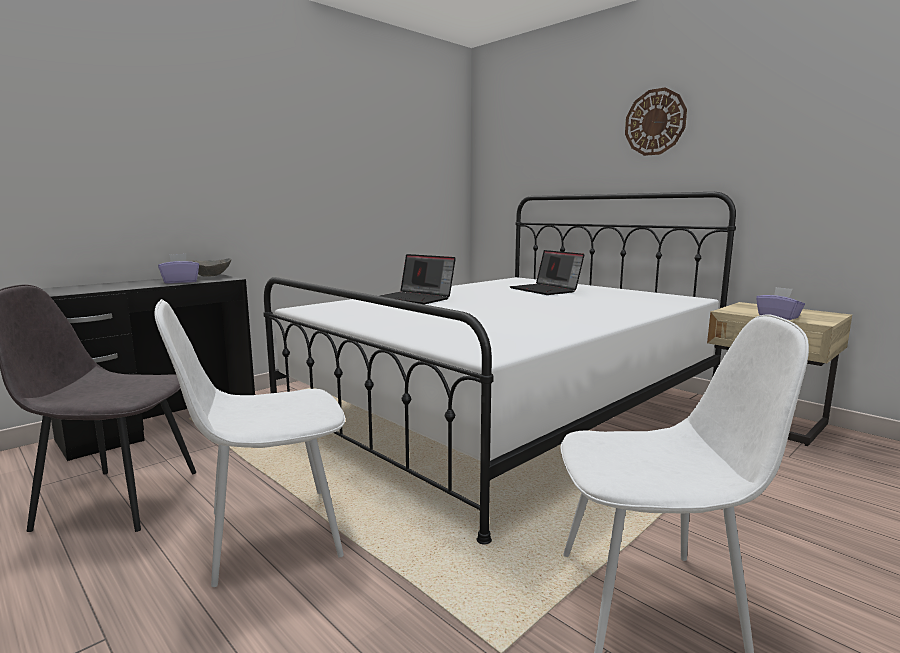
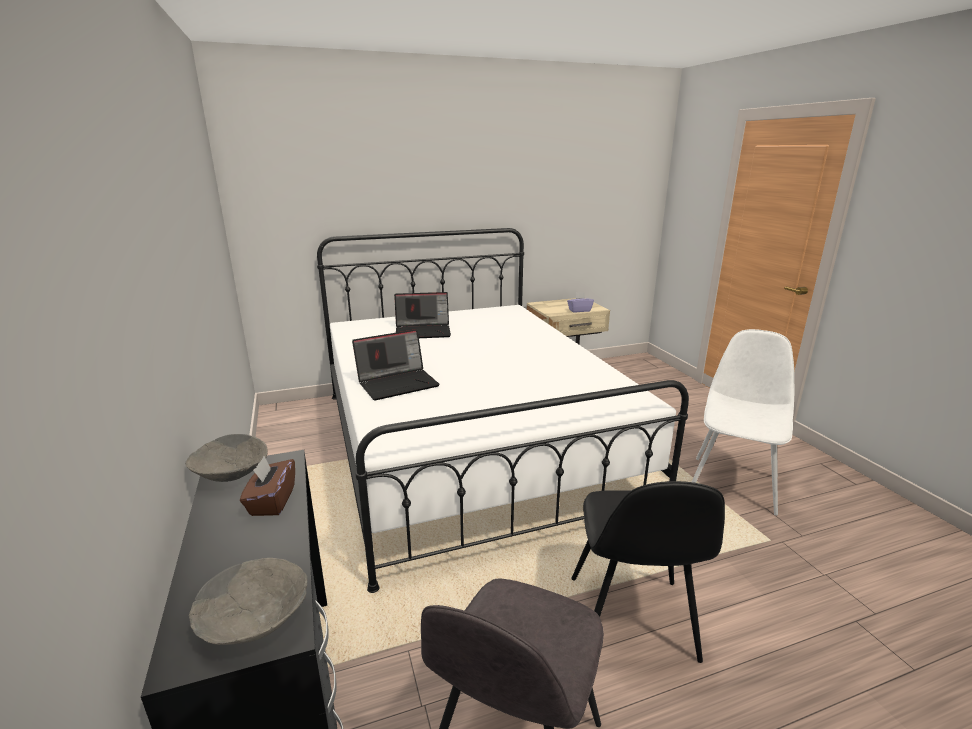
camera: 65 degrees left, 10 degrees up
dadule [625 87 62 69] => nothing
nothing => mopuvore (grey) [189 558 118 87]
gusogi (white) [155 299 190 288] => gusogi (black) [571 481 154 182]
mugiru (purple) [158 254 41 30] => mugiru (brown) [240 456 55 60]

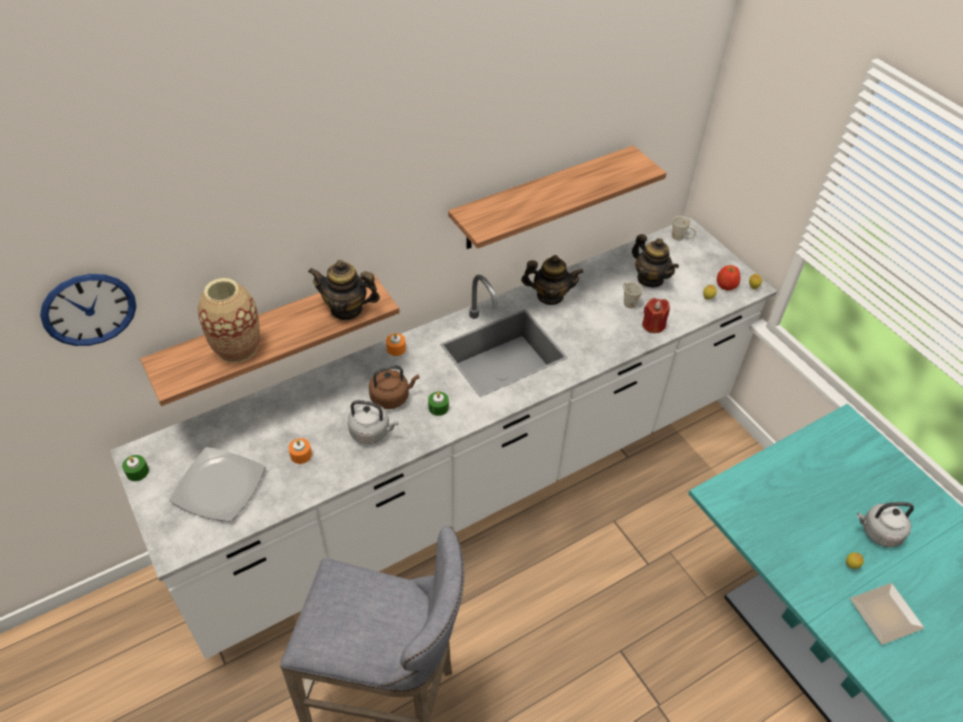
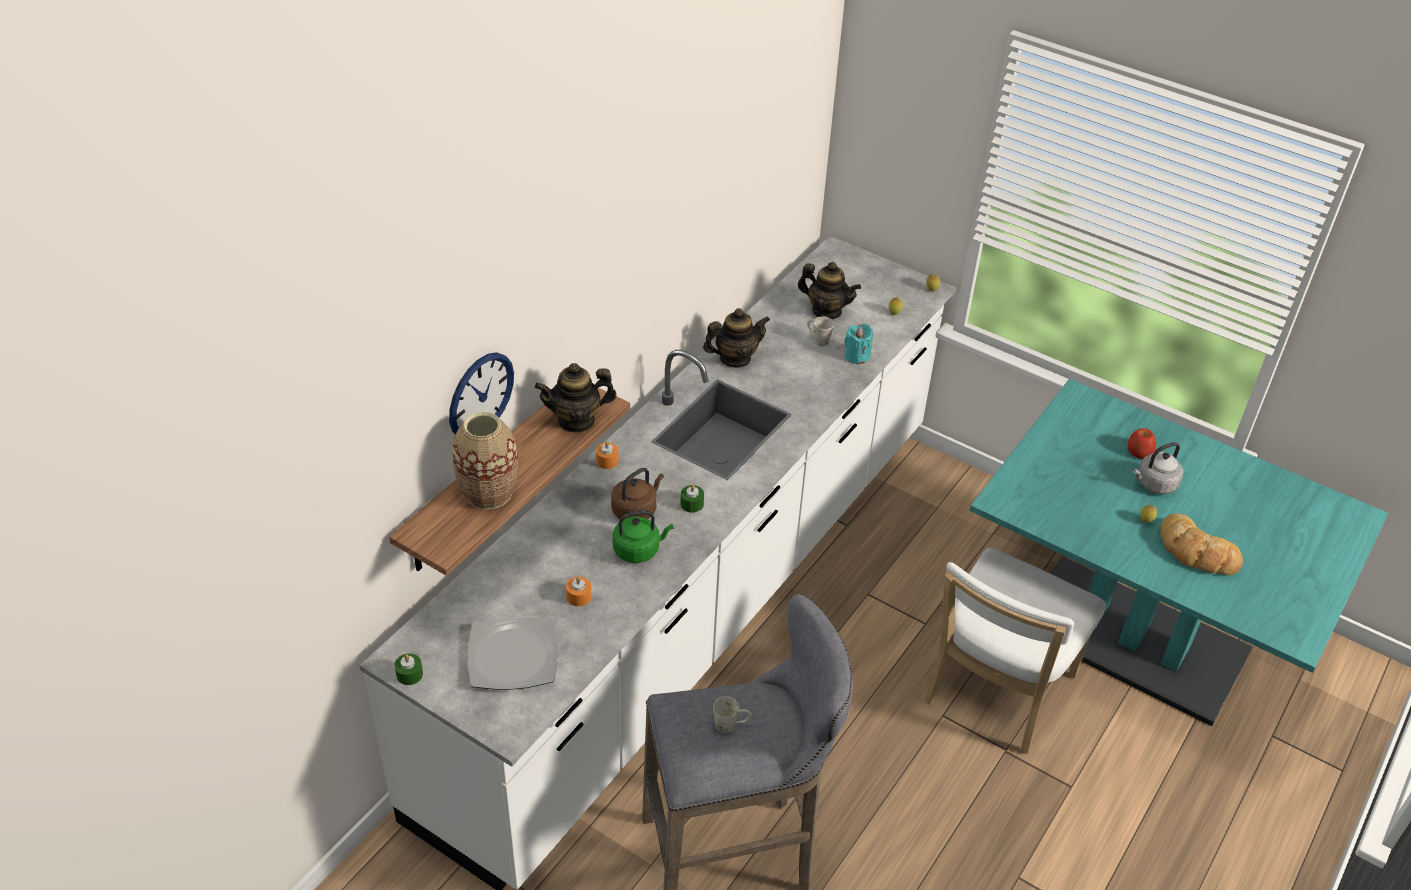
camera: 25 degrees left, 5 degrees down
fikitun [448 145 219 104] => nothing
nothing => gusogi (white) [925 547 181 207]
dadule [40 274 96 72] => dadule [449 352 65 82], move
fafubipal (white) [672 216 25 25] => fafubipal (white) [713 696 39 37], move
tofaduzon [717 265 24 26] => tofaduzon [1128 428 28 31], move
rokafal [850 583 75 62] => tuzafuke [1160 513 83 63]
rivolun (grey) [348 400 51 44] => rivolun (green) [613 510 60 53]
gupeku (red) [642 298 28 35] => gupeku (turquoise) [845 324 28 41]

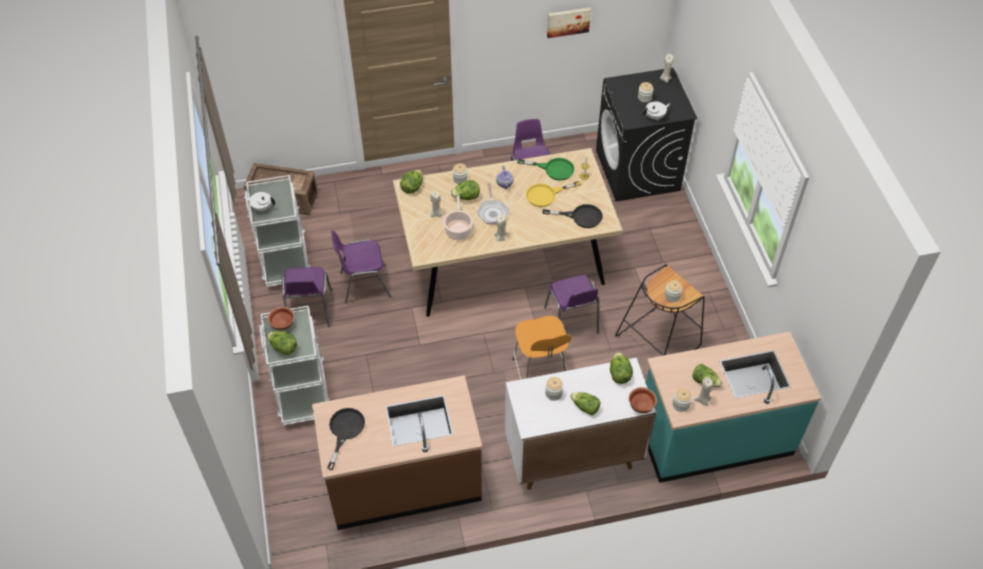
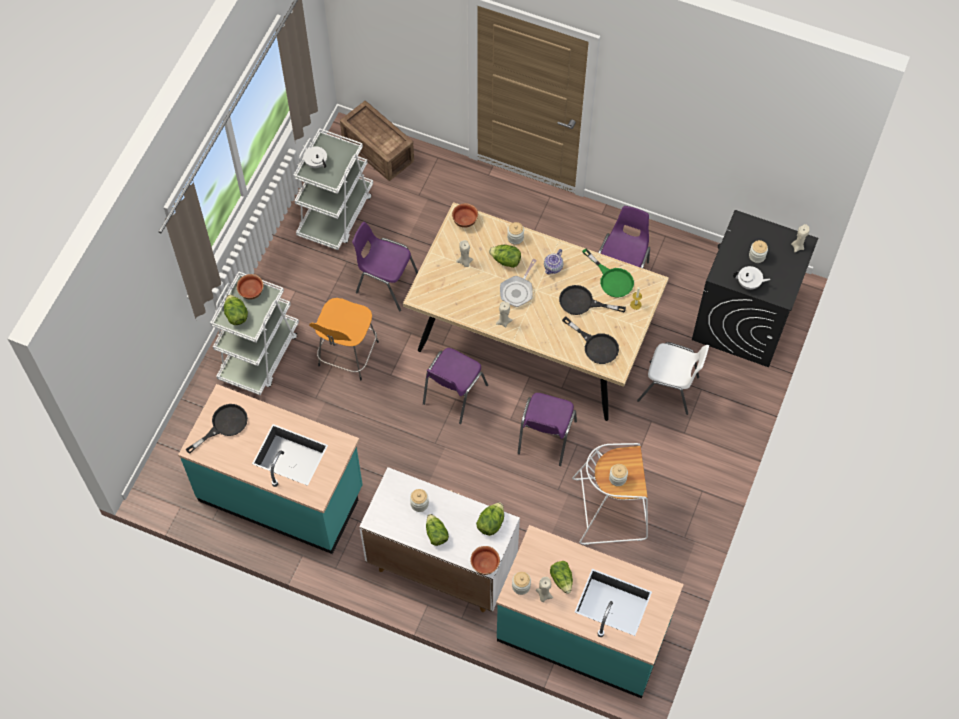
camera: 35 degrees right, 10 degrees up
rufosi [443 196 30 44] => nothing
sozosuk [547 8 44 30] => nothing
nothing => gusogi (white) [637 342 72 73]
gusogi (purple) [282 267 50 61] => gusogi (purple) [423 348 65 76], move
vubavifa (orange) [512 316 59 64] => vubavifa (orange) [309 298 70 82], move
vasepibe [400 170 22 24] => mopuvore [452 203 26 25]
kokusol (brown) [312 375 170 155] => kokusol (turquoise) [178 384 185 170]
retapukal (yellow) [526 181 56 26] => retapukal (black) [559 285 67 30]
vubavifa (black) [615 264 90 92] => vubavifa (white) [572 443 76 102]

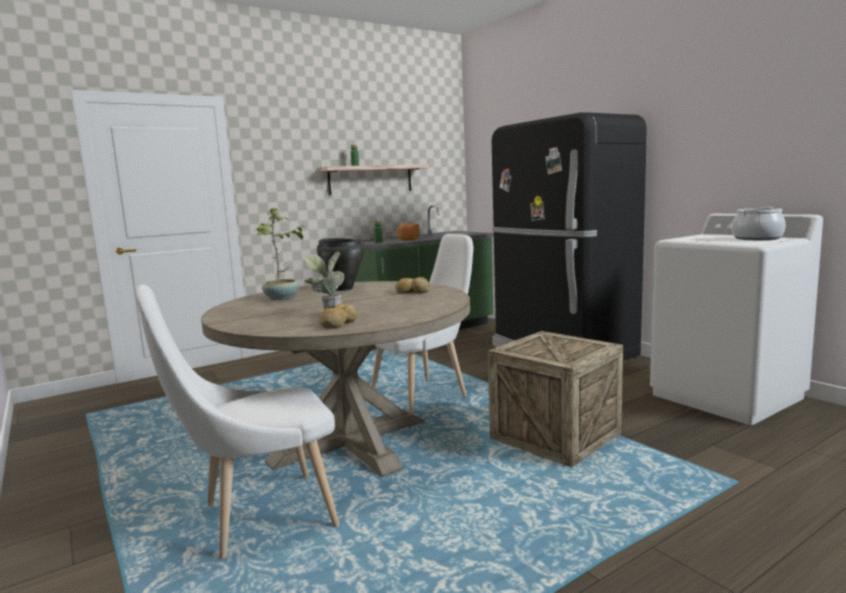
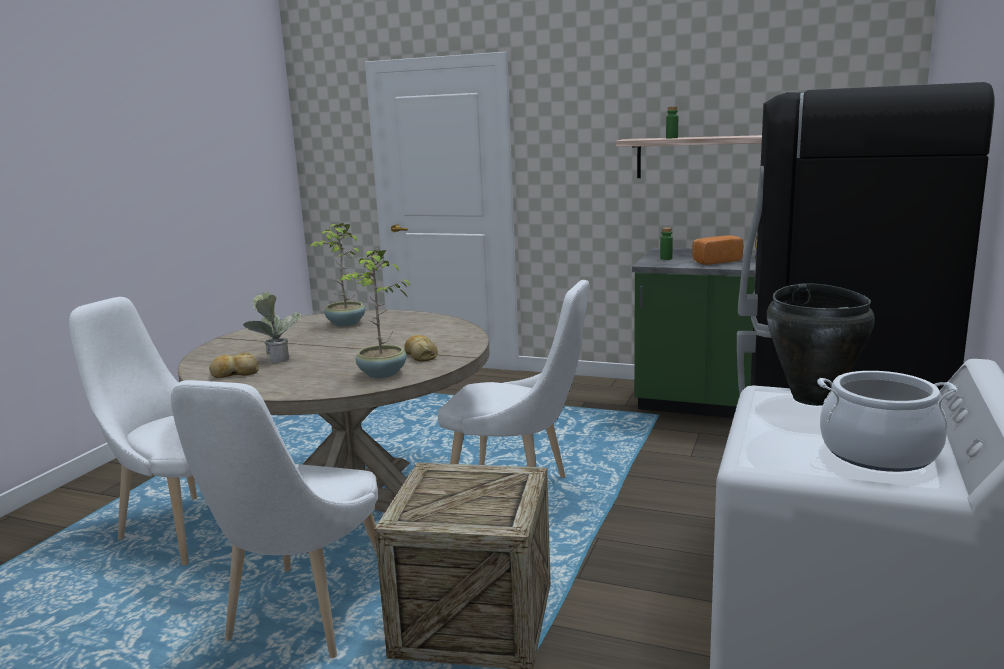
camera: 55 degrees right, 5 degrees up
nothing => gusogi (white) [171 380 207 278]
nothing => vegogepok [338 248 72 130]
rufosi (black) [317 238 47 53] => rufosi (black) [766 283 109 123], move

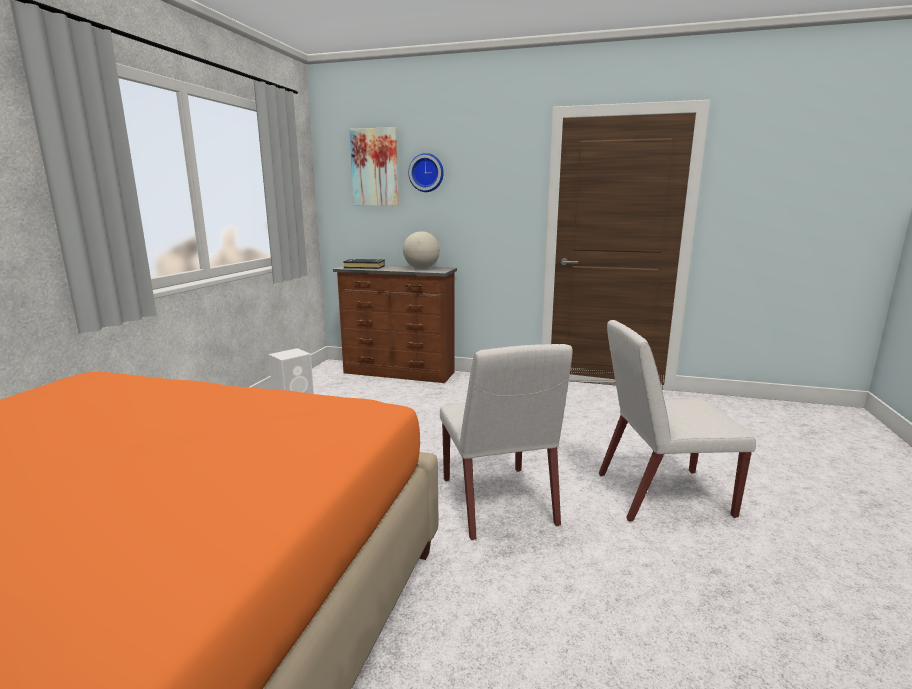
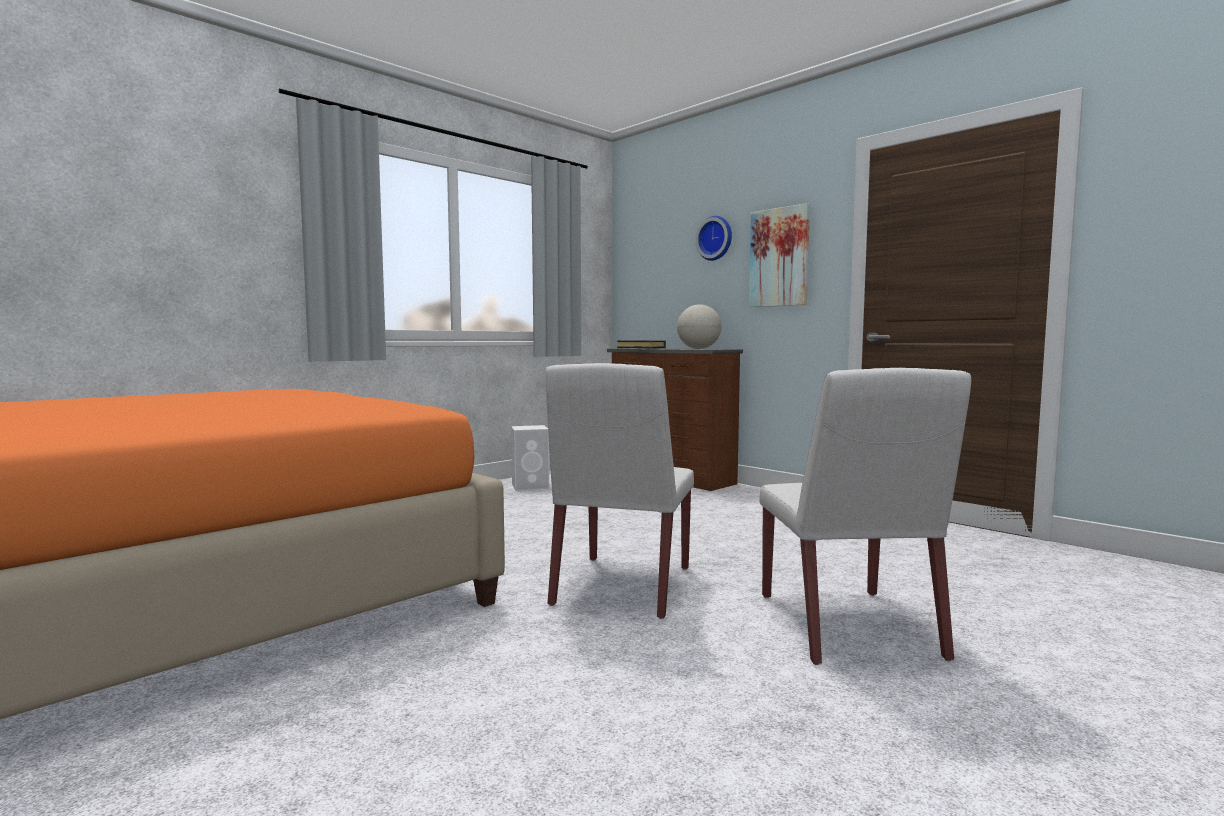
camera: 30 degrees right, 10 degrees down
sozosuk [350 127 49 79] => sozosuk [749 203 61 104], move
gusogi (white) [599 320 157 202] => gusogi (white) [759 368 212 297], 120 degrees counterclockwise

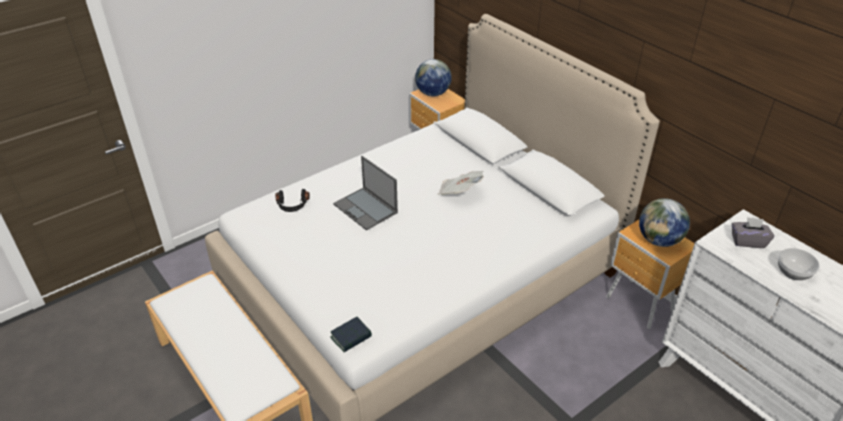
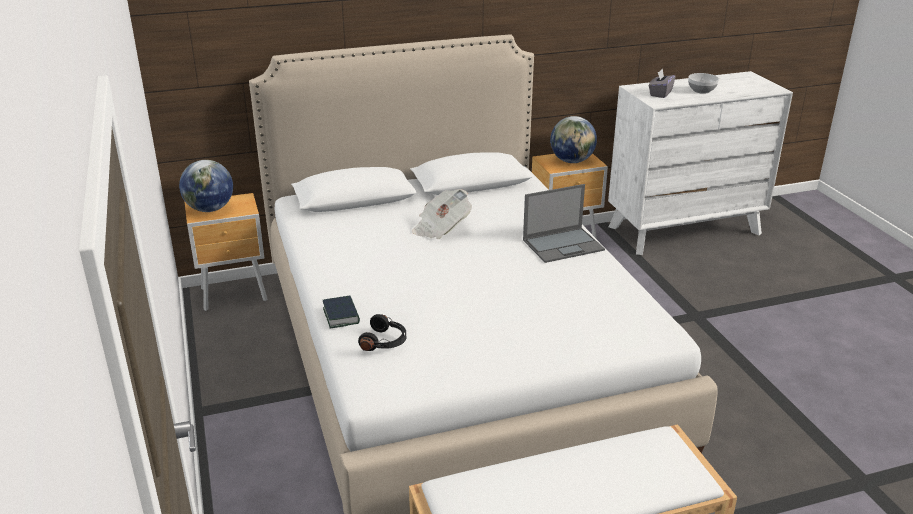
camera: 70 degrees left, 10 degrees down
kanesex [330 317 42 35] => kanesex [323 296 37 32], move
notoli [333 156 65 75] => notoli [523 184 82 79], move

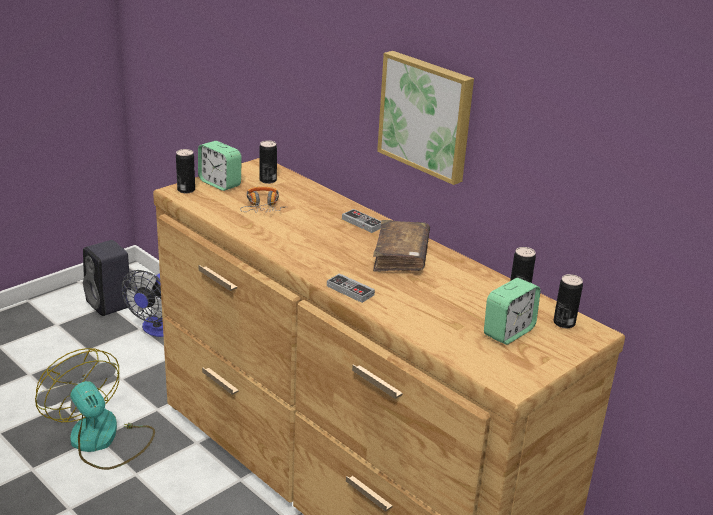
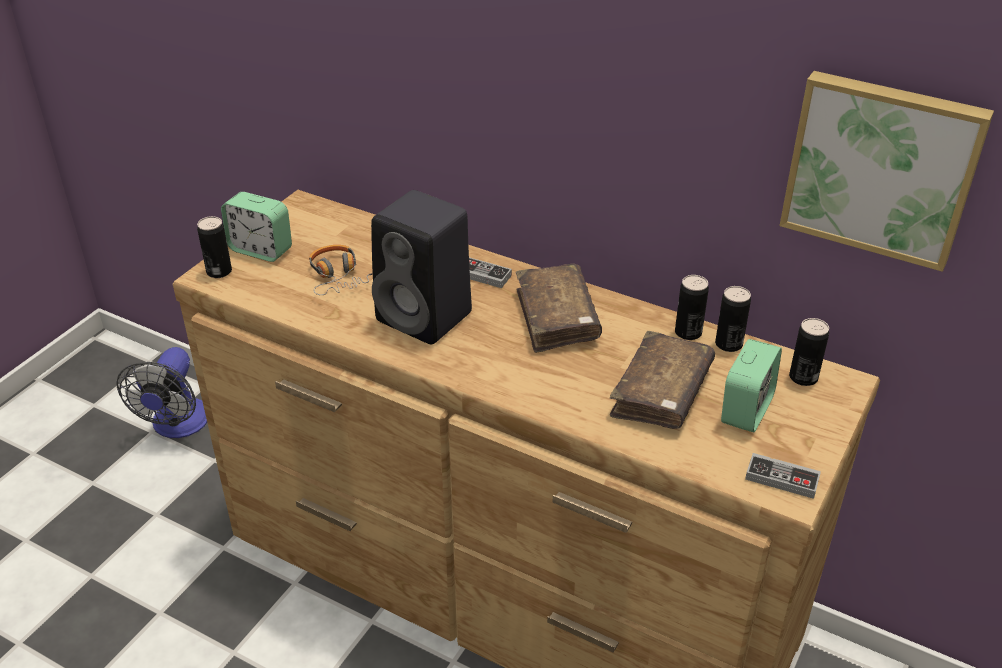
camera: 15 degrees left, 10 degrees up
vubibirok [35 348 120 122] => nothing
nothing => kanesex (brown) [610 331 105 98]
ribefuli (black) [83 240 48 76] => ribefuli (black) [371 190 101 155], move
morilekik [260 140 17 44] => morilekik [675 275 34 65], move
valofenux [327 273 48 30] => valofenux [745 453 76 46], move
sozosuk [377 51 97 134] => sozosuk [779 71 215 201], move

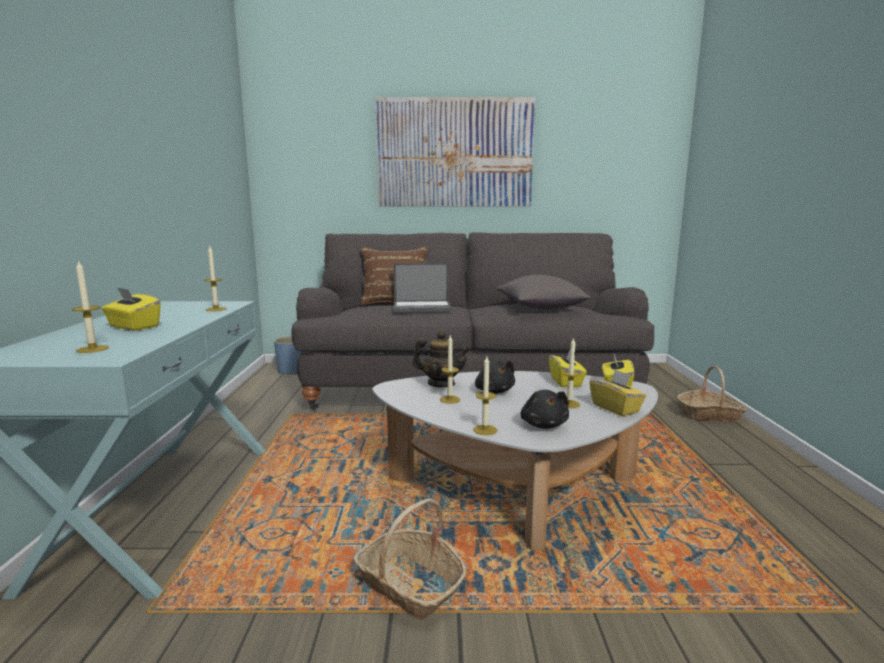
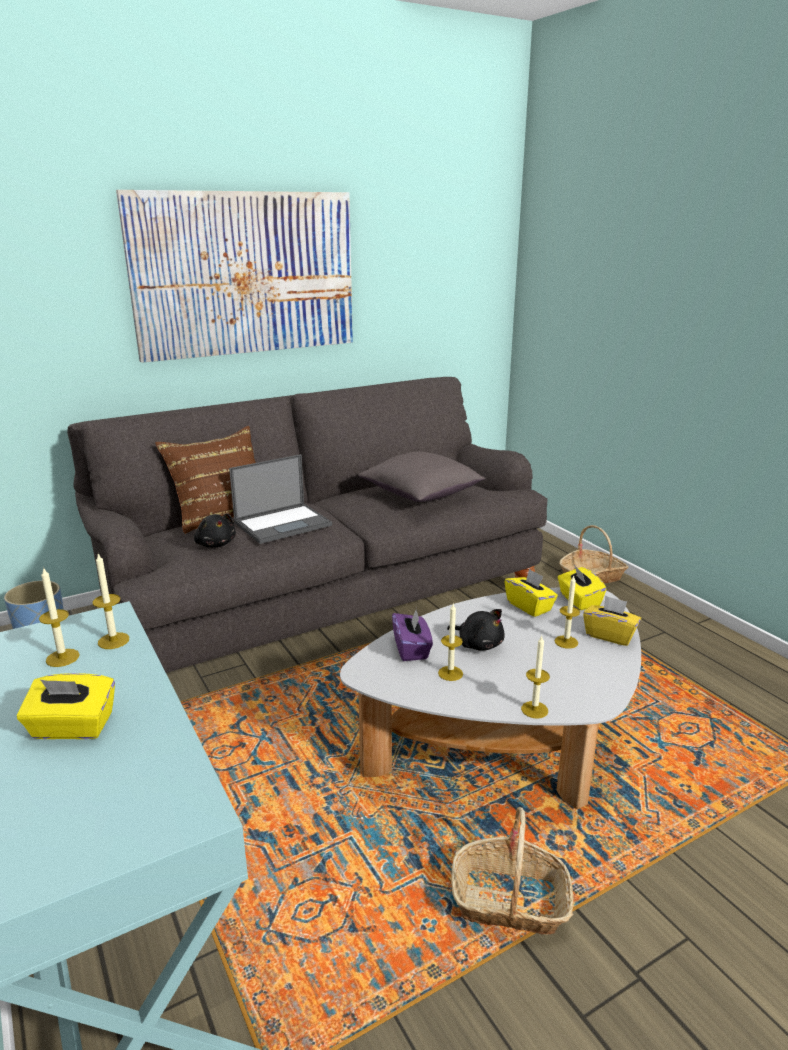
camera: 30 degrees left, 10 degrees up
gupeku [72 260 37 93] => gupeku [39 567 41 100], move
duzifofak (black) [521 390 48 39] => duzifofak (black) [194 514 42 34], move
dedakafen [413 331 57 56] => mugiru (purple) [392 608 41 53]

